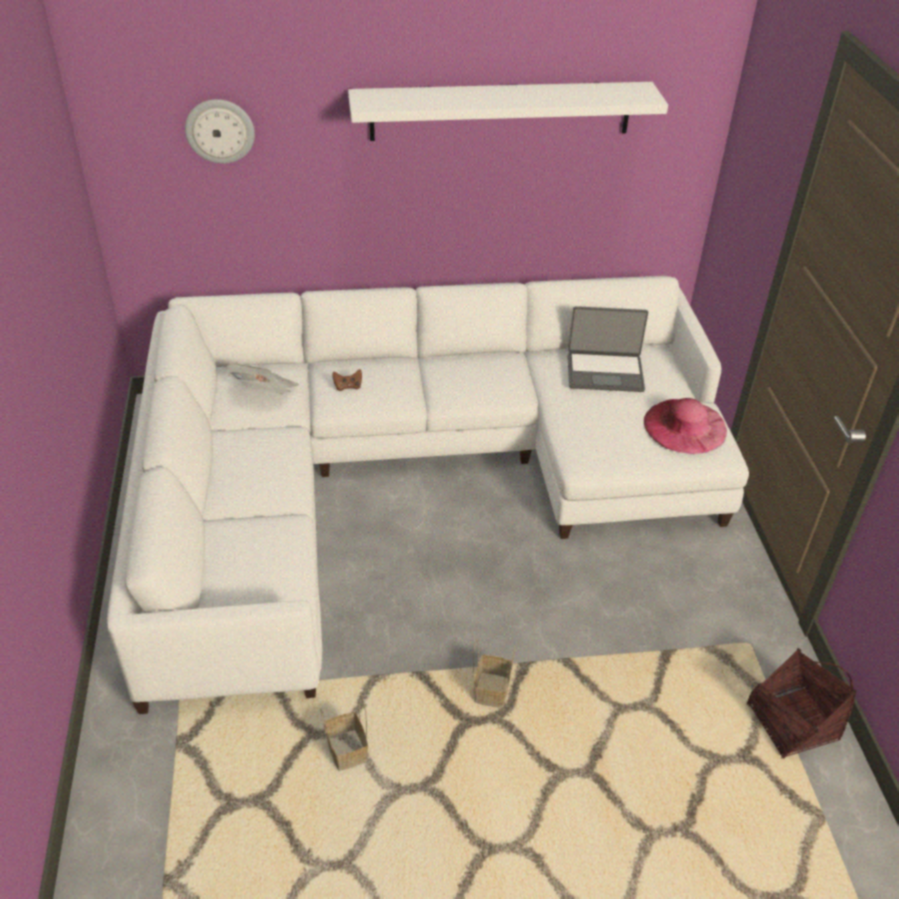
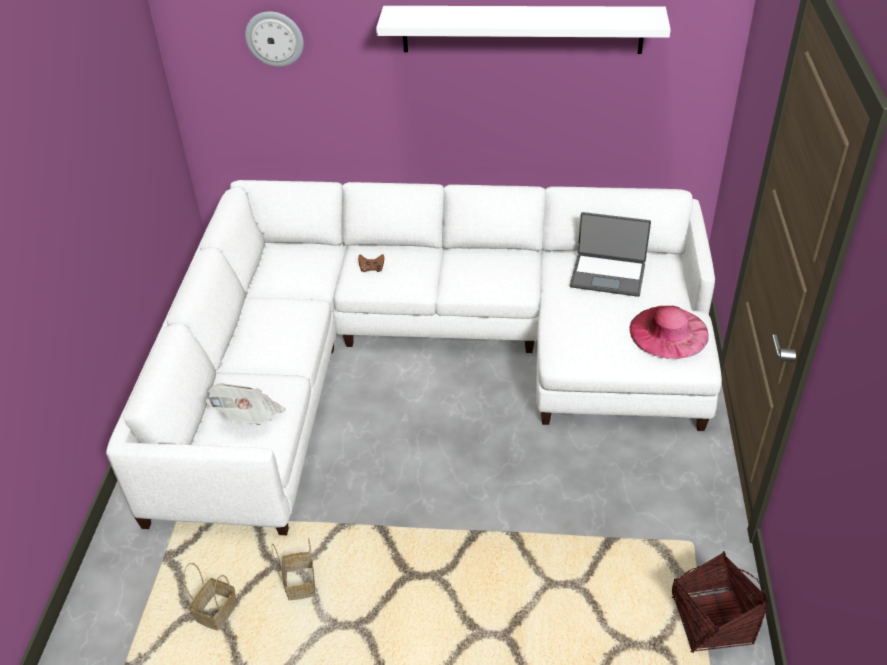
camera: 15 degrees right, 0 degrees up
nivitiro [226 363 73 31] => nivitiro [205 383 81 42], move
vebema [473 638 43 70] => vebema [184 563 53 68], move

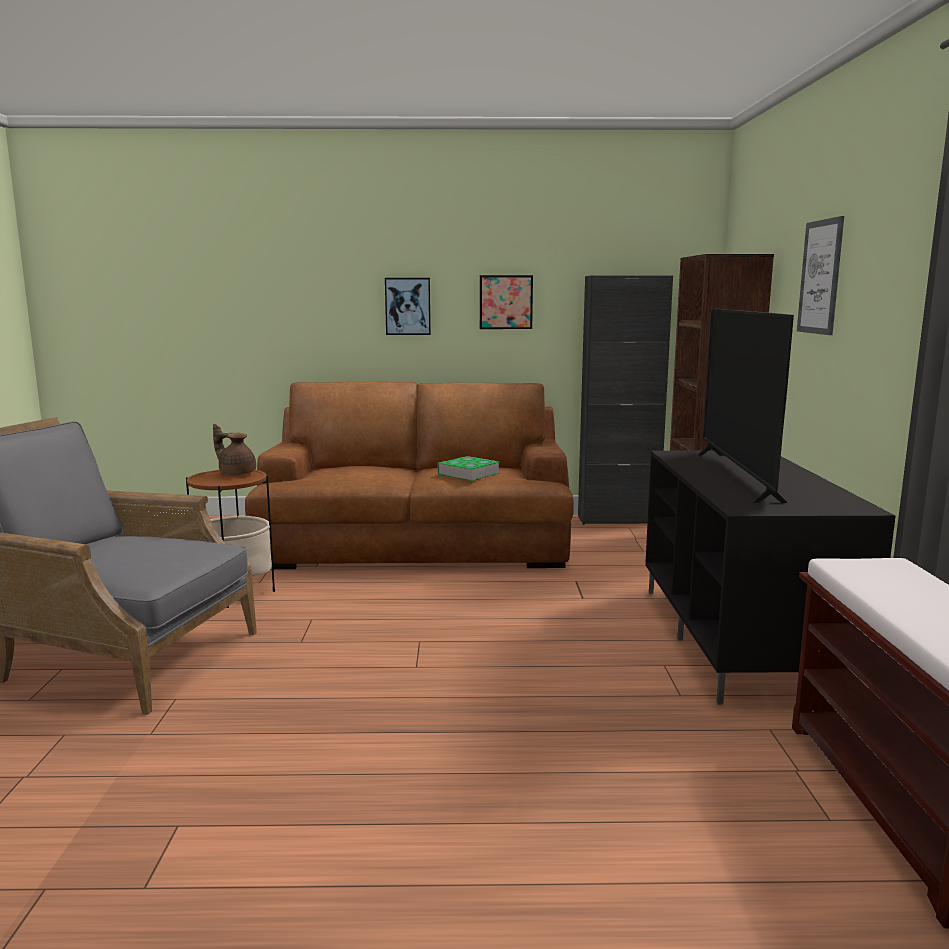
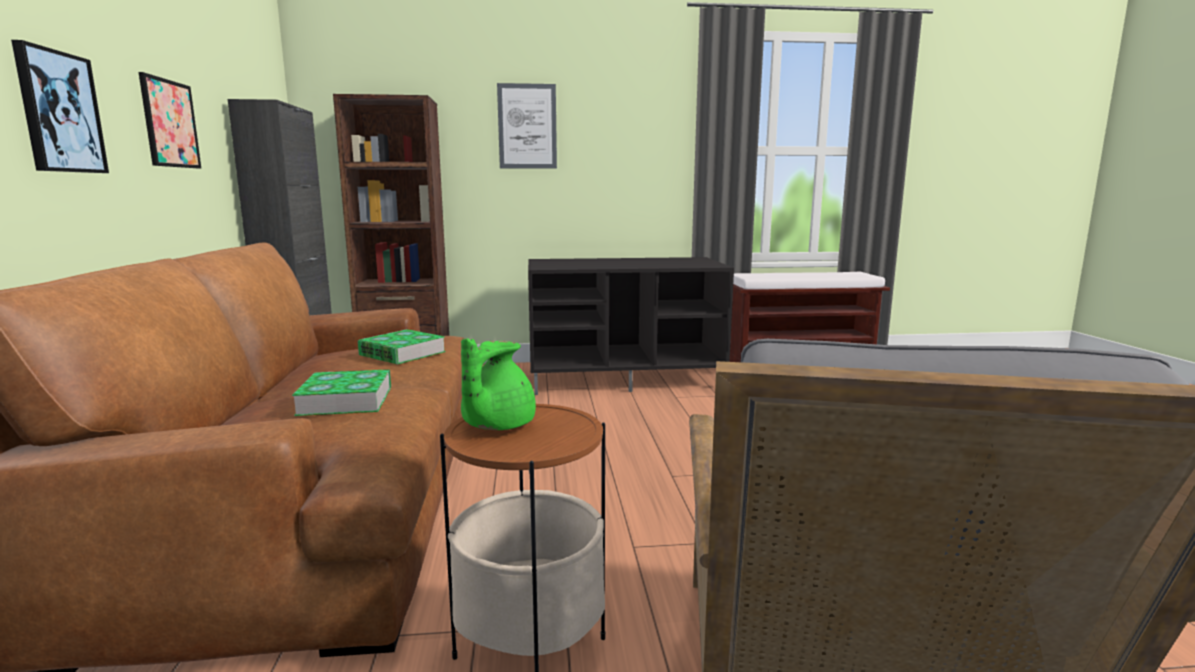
camera: 95 degrees left, 0 degrees up
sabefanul [697 308 97 195] => nothing
nothing => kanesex [292 369 99 47]
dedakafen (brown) [213 424 43 51] => dedakafen (green) [461 338 75 92]

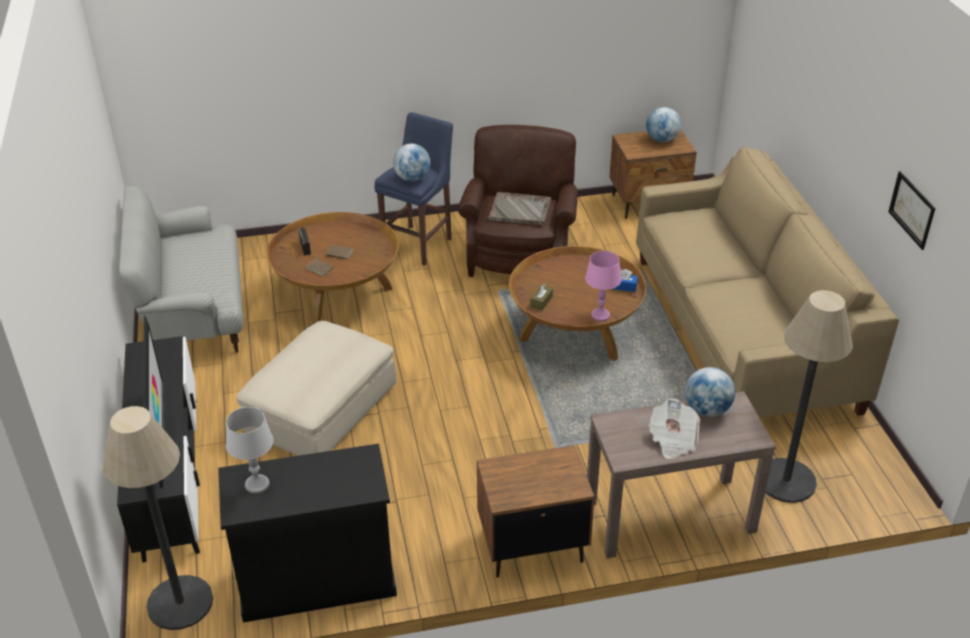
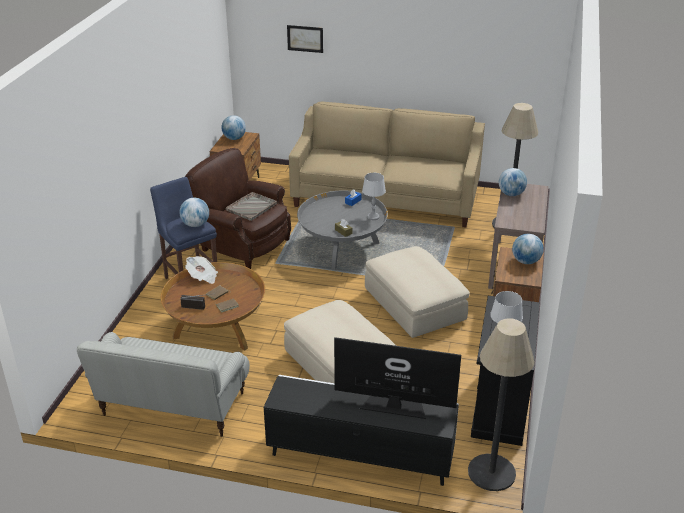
camera: 65 degrees left, 5 degrees down
nothing => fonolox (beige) [365 246 104 92]
nothing => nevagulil [512 234 32 30]
nivitiro [648 399 52 60] => nivitiro [185 256 33 28], move
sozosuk [888 171 47 79] => sozosuk [287 25 36 28], move
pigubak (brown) [509 246 137 115] => pigubak (grey) [297 190 91 80]
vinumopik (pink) [585 251 36 70] => vinumopik (grey) [362 173 24 47]

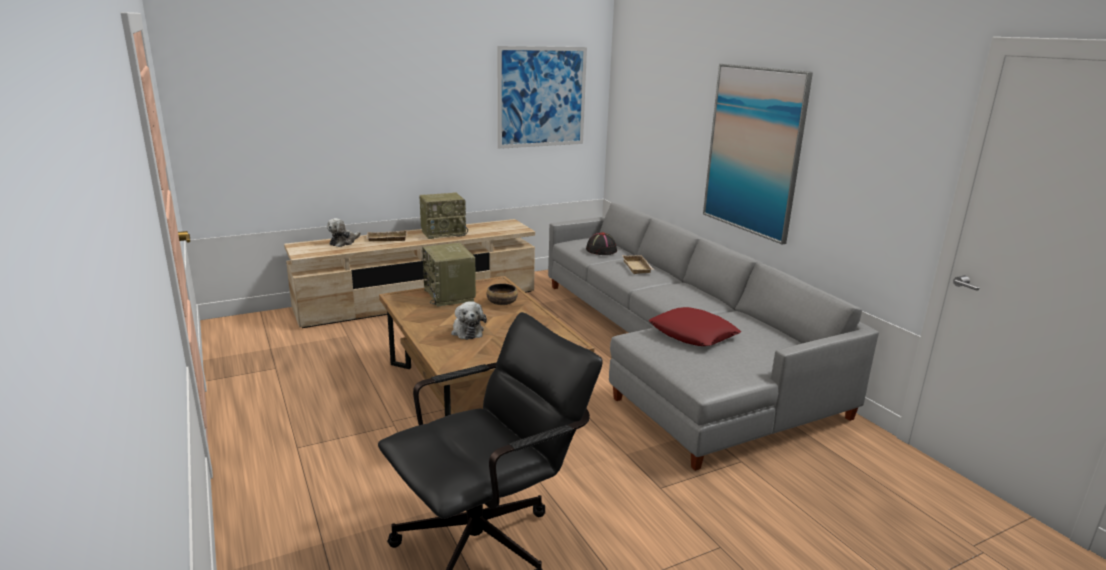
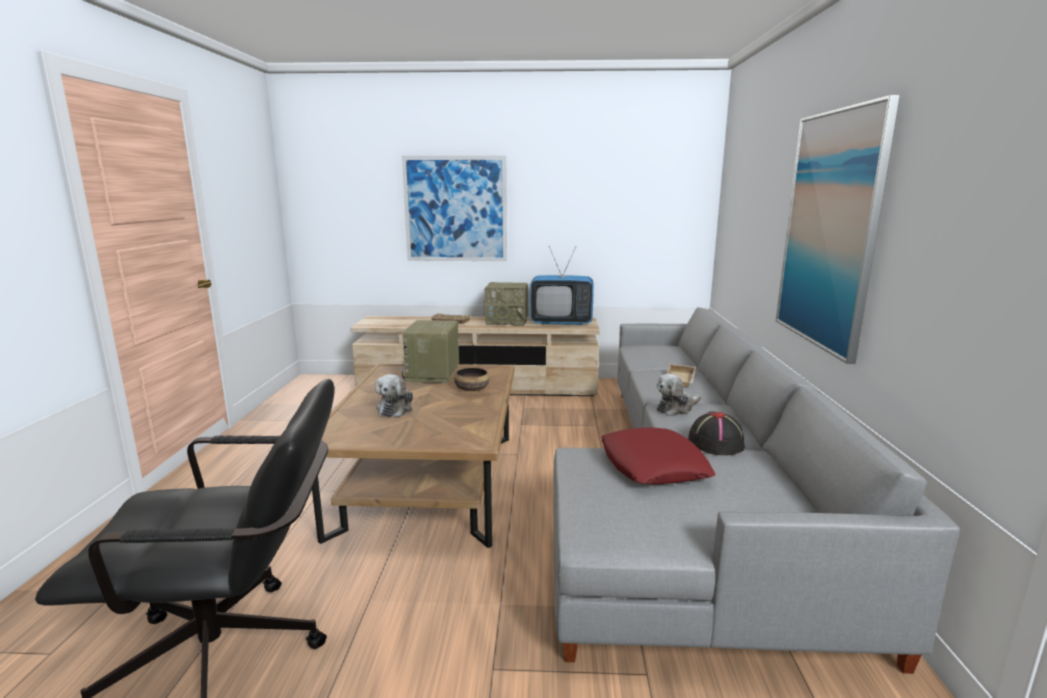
camera: 30 degrees right, 5 degrees down
nothing => sabefanul [530 246 64 79]
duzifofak [327 218 34 29] => duzifofak [657 374 44 42], move
sozosuk [498 46 89 103] => sozosuk [402 156 105 105], move
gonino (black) [586 232 31 23] => gonino (black) [688 412 57 43], move

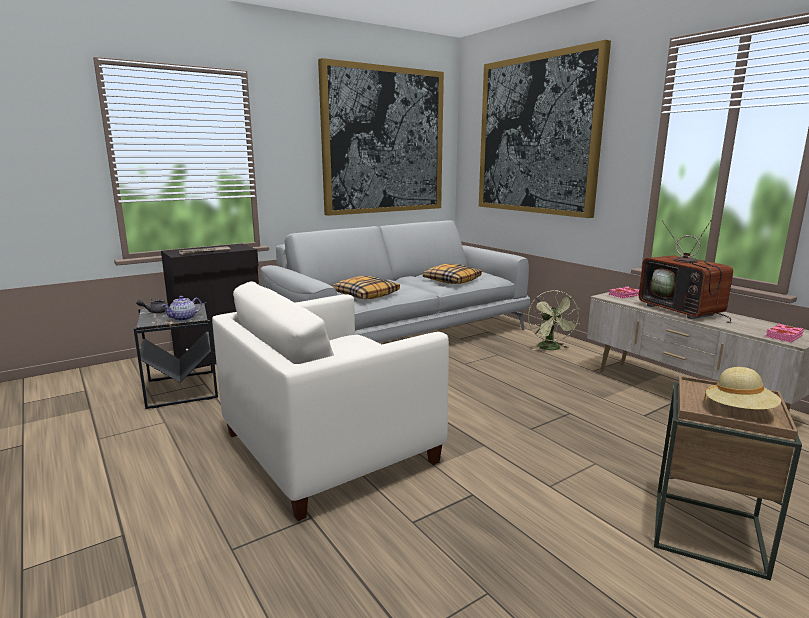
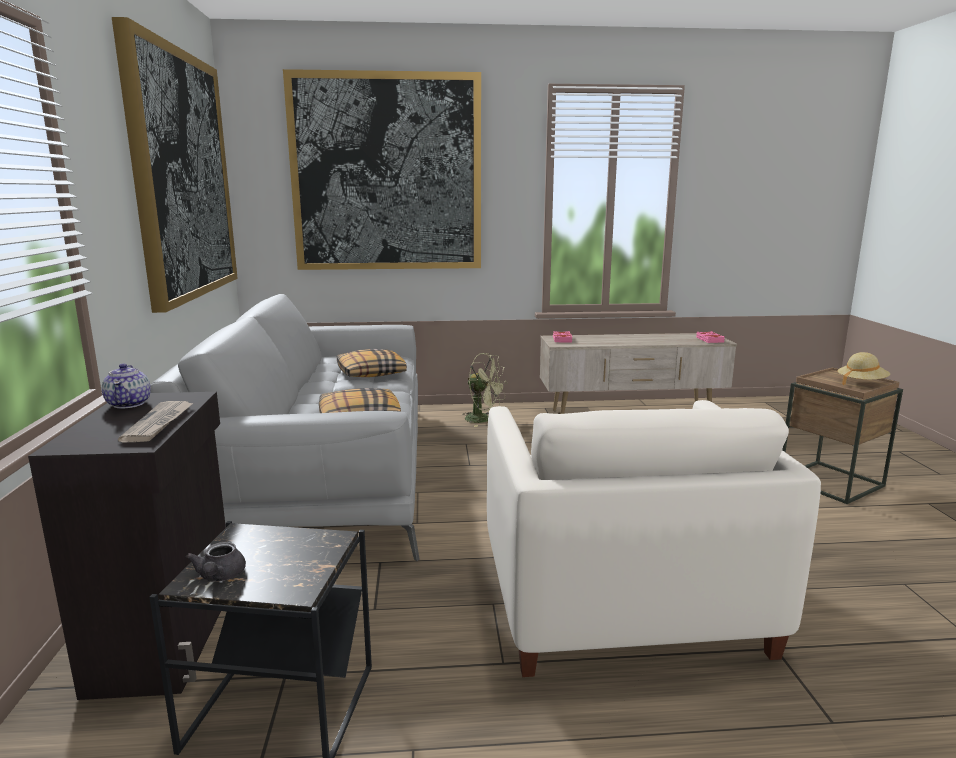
camera: 60 degrees left, 0 degrees up
sabefanul [639 217 94 106] => nothing
dedakafen [161 296 41 25] => dedakafen [102 363 49 46], move

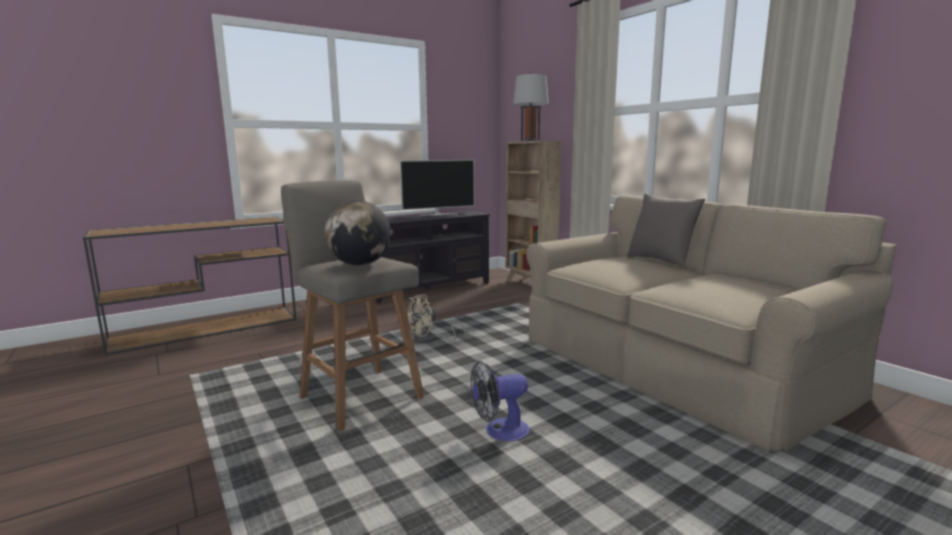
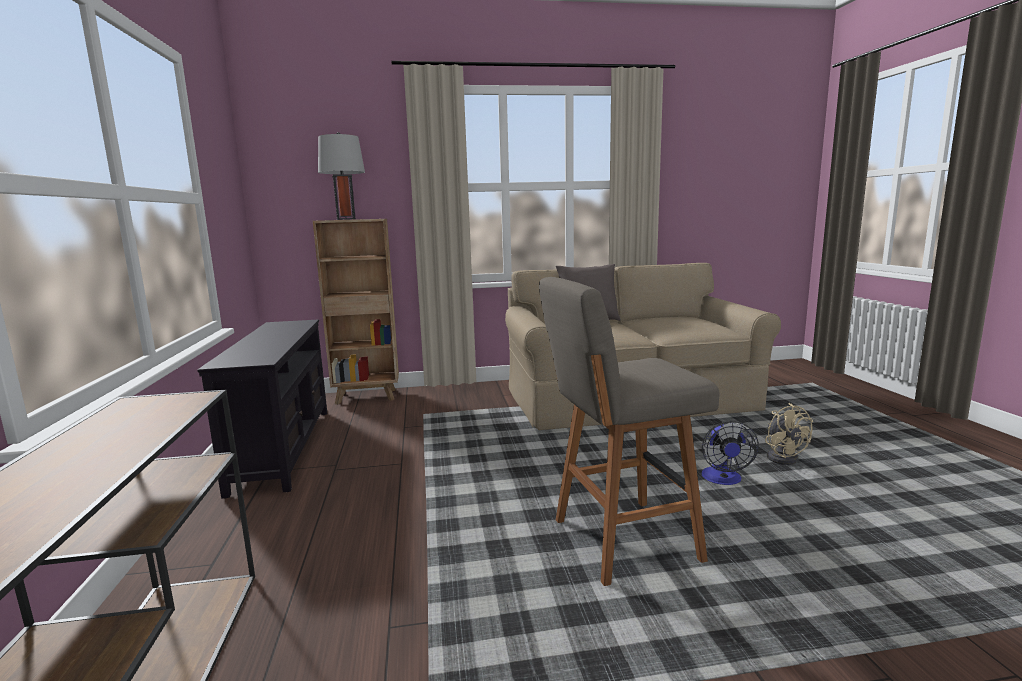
camera: 65 degrees left, 0 degrees up
nevagulil [325 200 66 66] => nothing
sabefanul [400 160 75 56] => nothing
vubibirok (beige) [408 294 58 49] => vubibirok (beige) [765 403 48 62], move

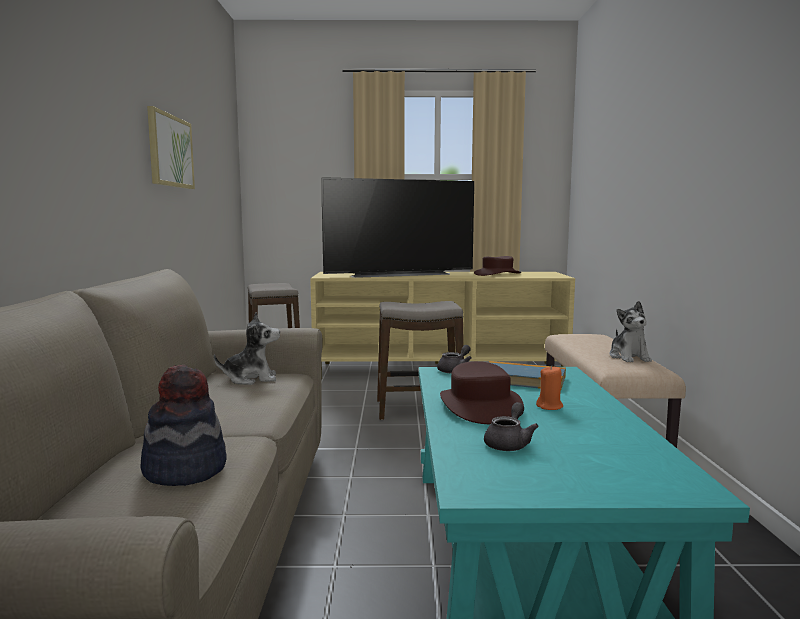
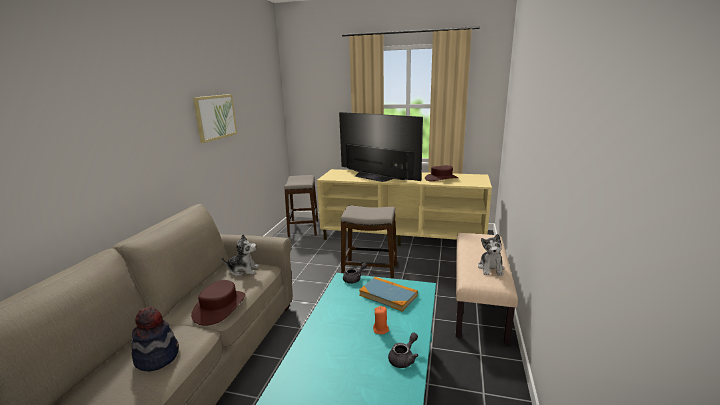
camera: 15 degrees right, 10 degrees up
gonino (brown) [440 361 84 63] => gonino (brown) [191 280 54 46], move
dedakafen (grey) [484 402 55 49] => dedakafen (grey) [388 332 30 36], move
sabefanul [321 177 153 101] => sabefanul [339 112 84 70], 135 degrees counterclockwise

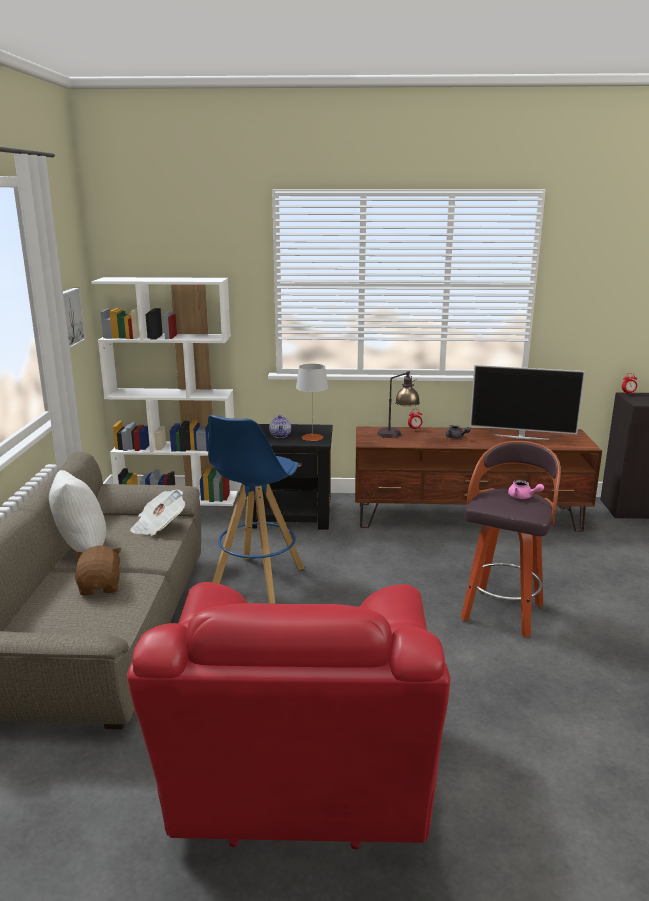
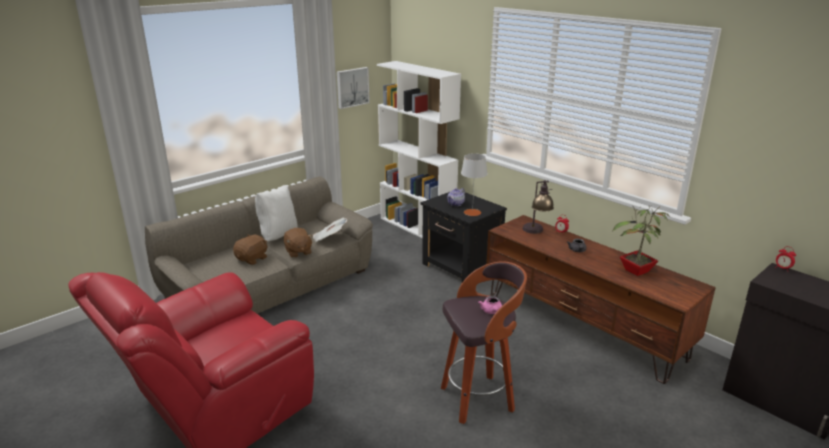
camera: 45 degrees right, 5 degrees up
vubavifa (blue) [208 415 96 189] => nothing
nothing => duzifofak (brown) [284 228 29 30]
sabefanul [470 365 115 75] => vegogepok [612 205 58 71]

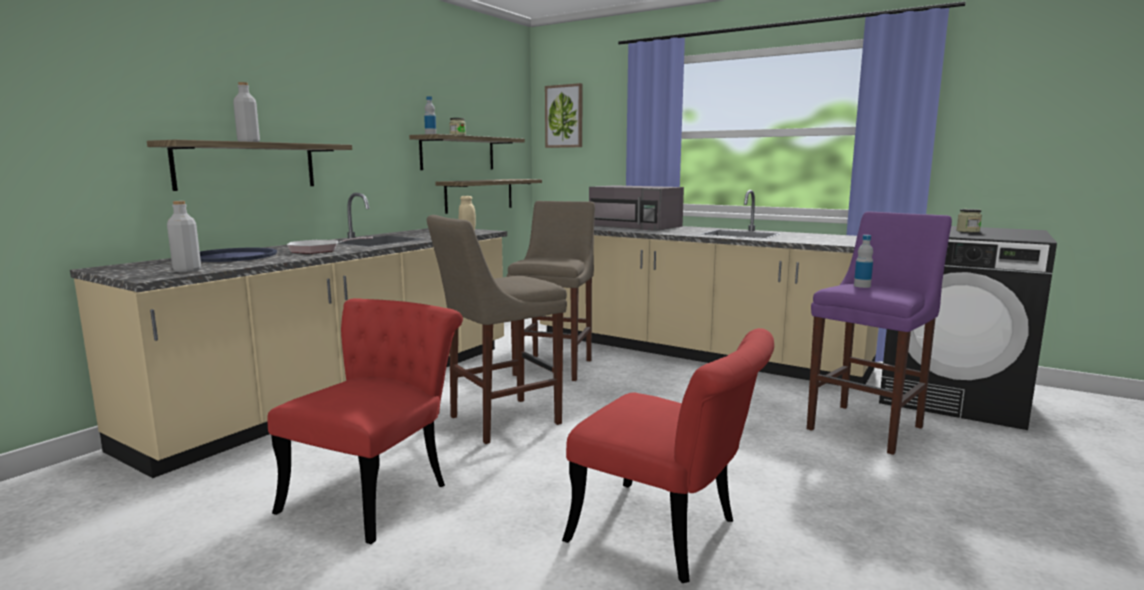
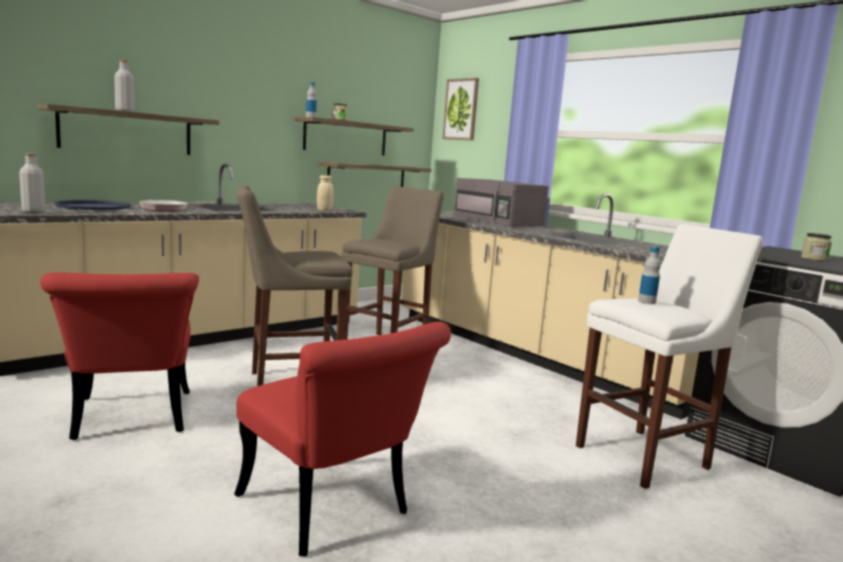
camera: 15 degrees right, 0 degrees up
vubavifa (purple) [807 211 145 244] => vubavifa (white) [576 224 187 265]
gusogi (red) [267 298 196 246] => gusogi (red) [40 272 159 168], 120 degrees clockwise

